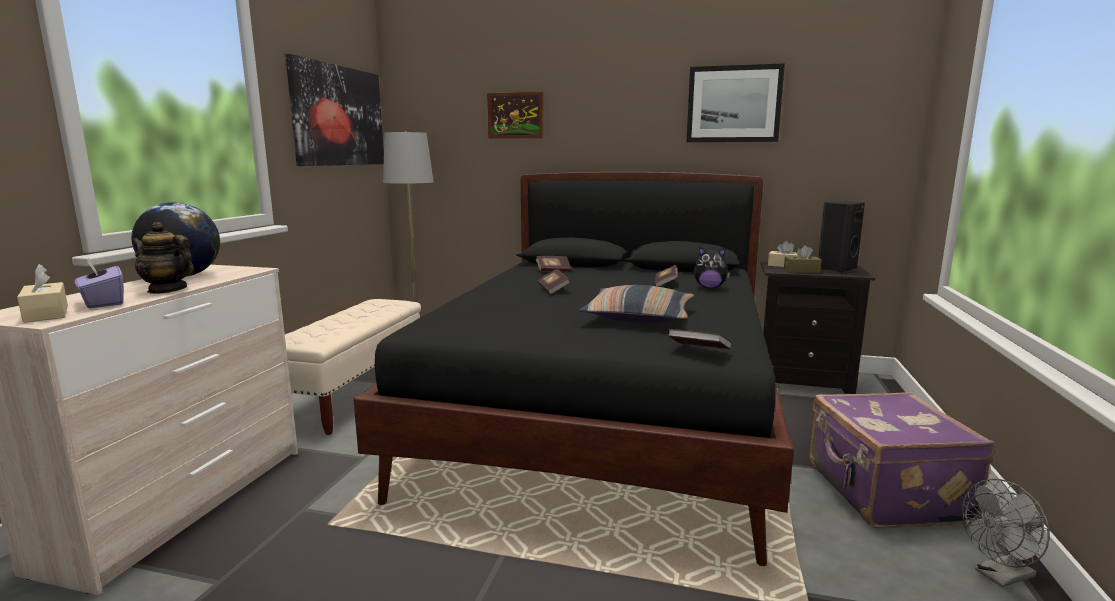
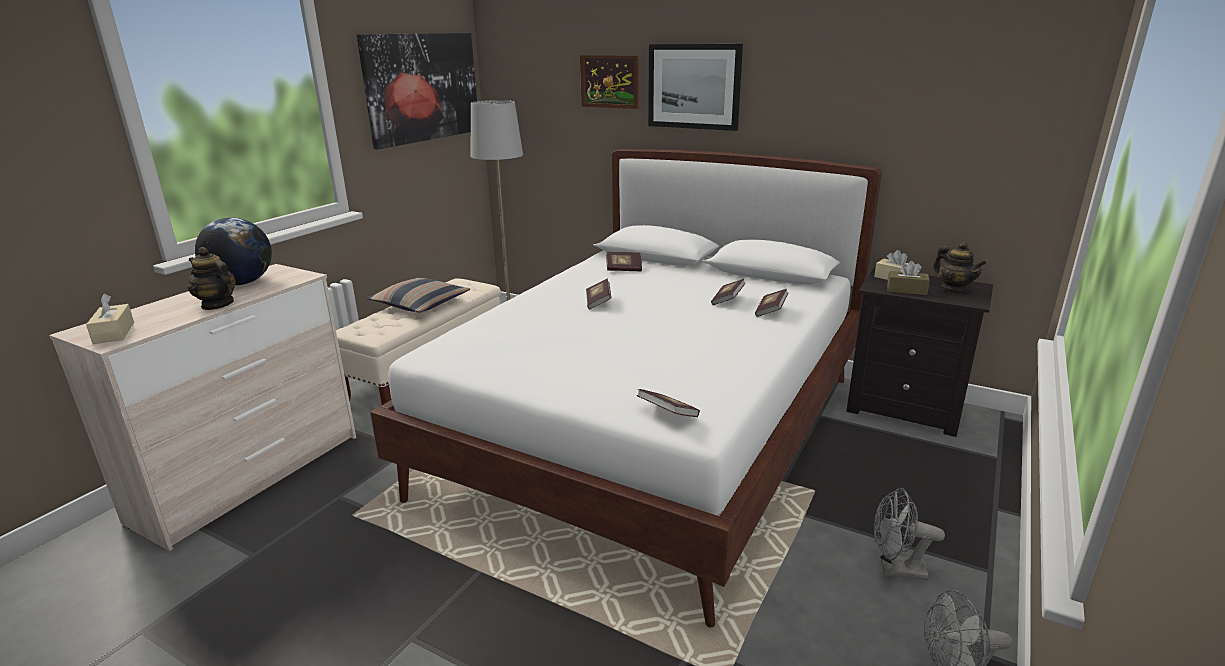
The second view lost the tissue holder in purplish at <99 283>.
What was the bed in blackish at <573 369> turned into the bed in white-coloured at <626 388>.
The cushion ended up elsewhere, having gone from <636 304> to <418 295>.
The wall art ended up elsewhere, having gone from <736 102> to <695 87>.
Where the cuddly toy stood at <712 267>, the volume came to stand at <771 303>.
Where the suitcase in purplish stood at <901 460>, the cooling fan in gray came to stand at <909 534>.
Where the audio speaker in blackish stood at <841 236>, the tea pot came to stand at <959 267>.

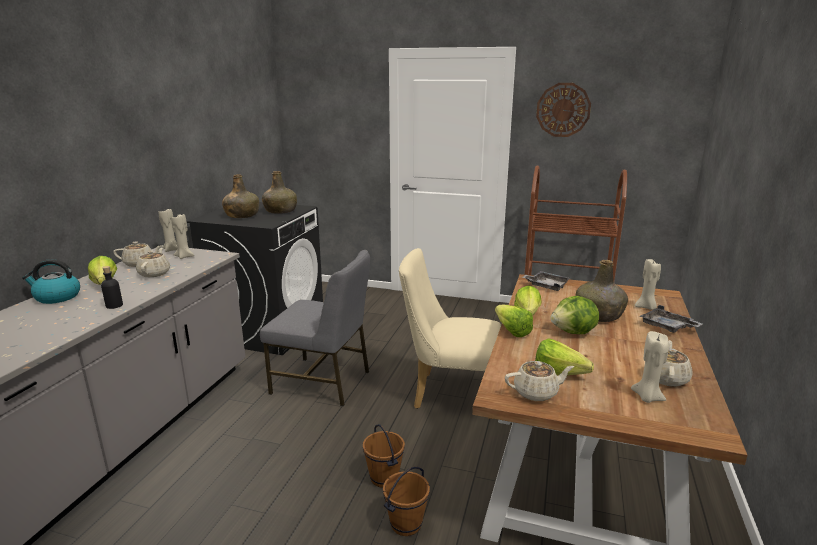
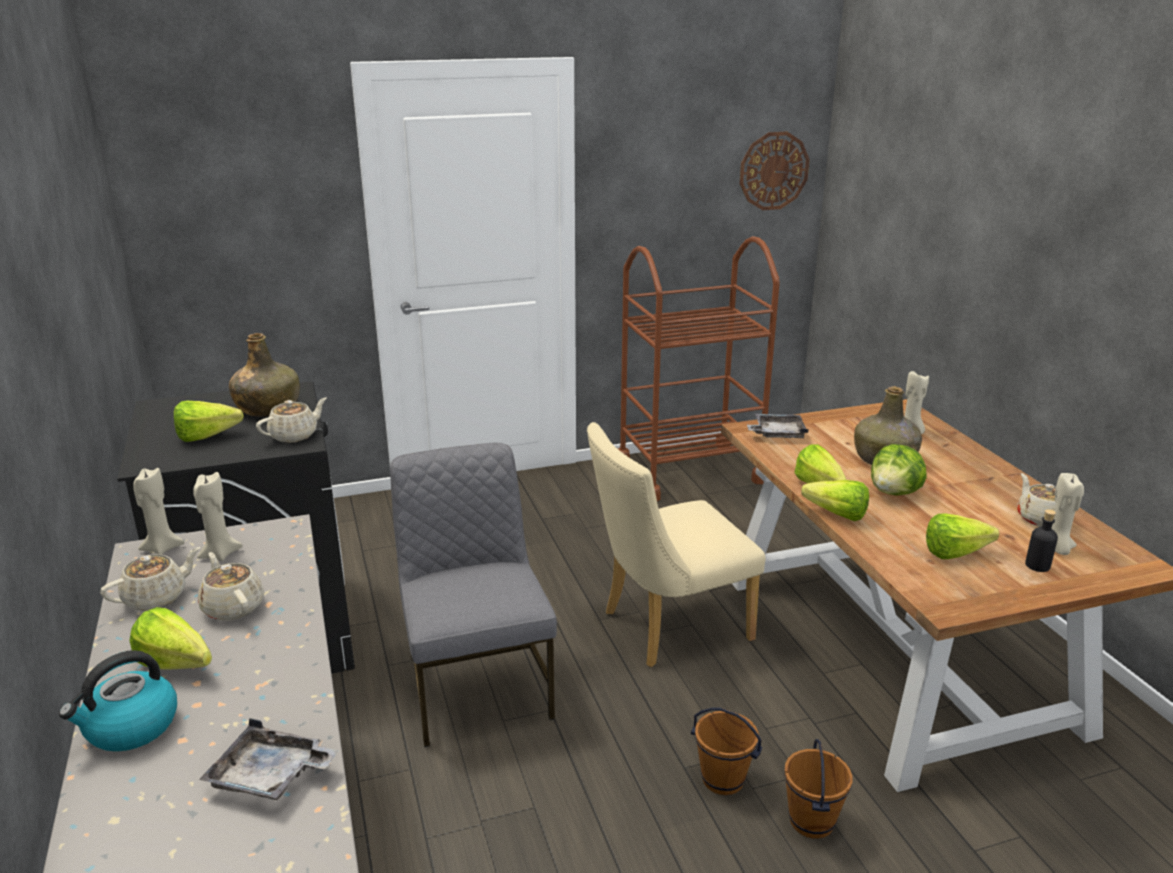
The bottle in blackish ended up elsewhere, having gone from <112 287> to <1041 540>.
Where the bottle in greenish stood at <240 196>, the head of lettuce came to stand at <209 421>.
The plain chair in gray at <315 328> ended up facing another way, 90 degrees counterclockwise from before.
The tea pot in sand-coloured ended up elsewhere, having gone from <539 381> to <291 420>.
The wall clock ended up elsewhere, having gone from <563 110> to <775 171>.
The tray in gray ended up elsewhere, having gone from <671 319> to <269 759>.

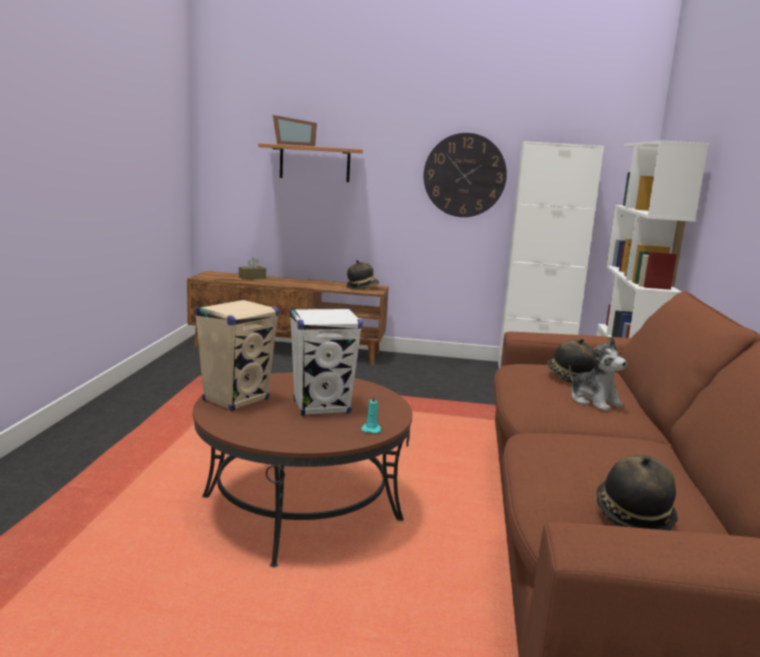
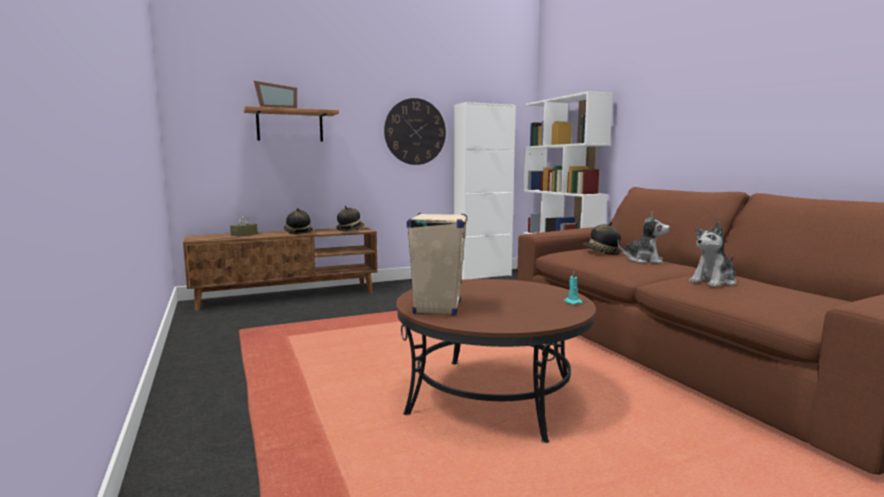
The second view lost the audio speaker in white-coloured at <326 362>.
The wearable hat ended up elsewhere, having gone from <637 492> to <298 221>.
The second view gained the cuddly toy at <712 254>.

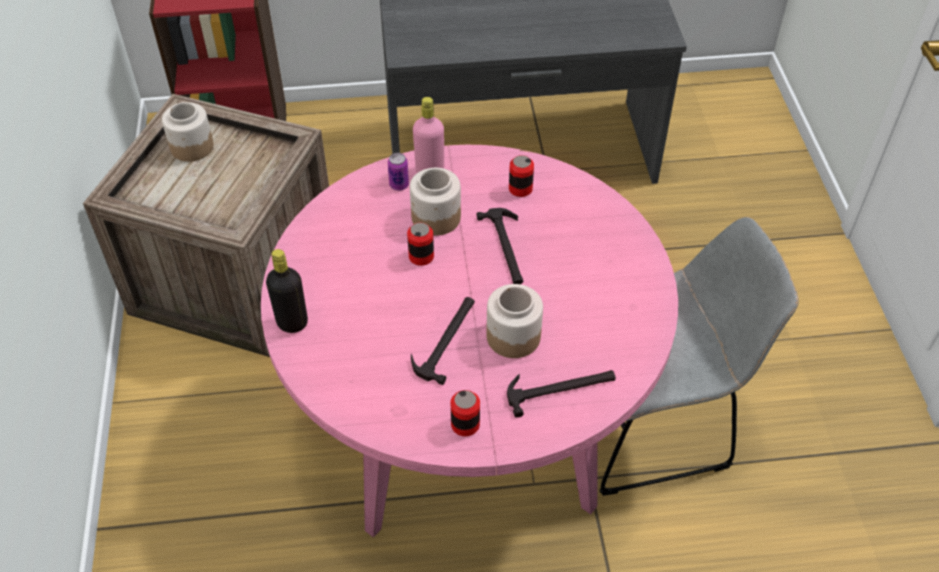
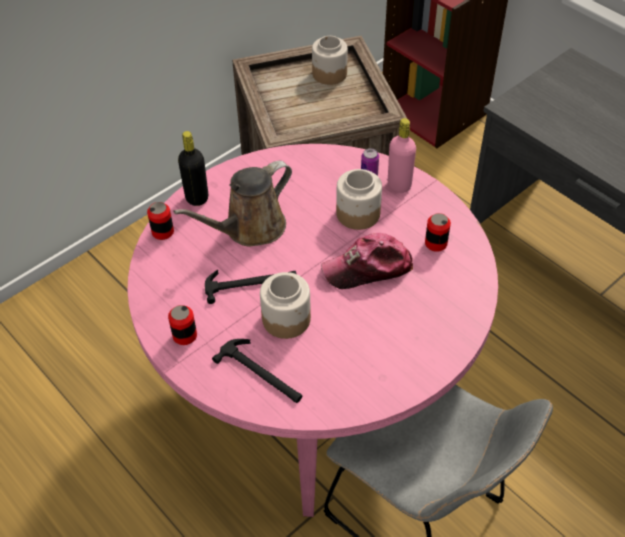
The can ended up elsewhere, having gone from <420 244> to <160 221>.
Where the hammer stood at <500 246>, the baseball cap came to stand at <367 261>.
The second view gained the sprinkling can in brownish at <232 204>.

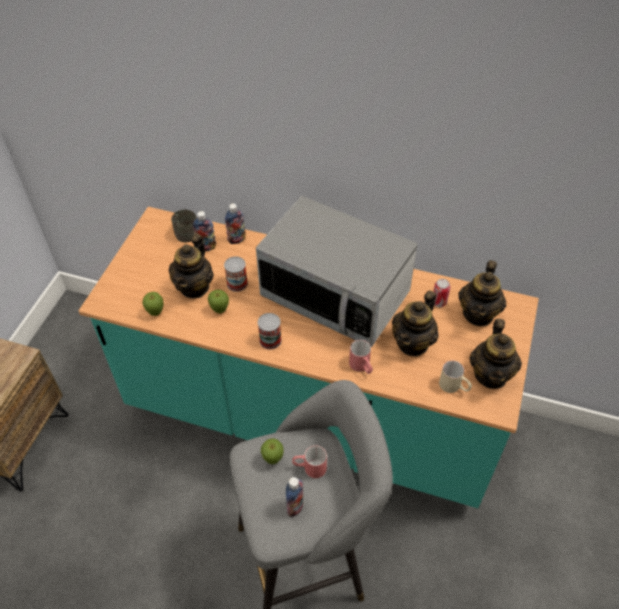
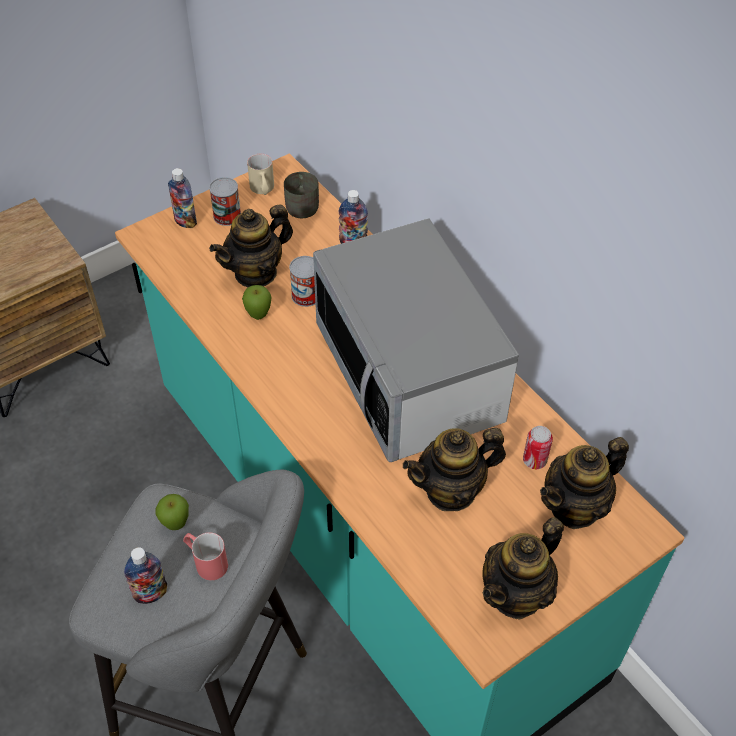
The second view lost the whole apple at <152 304>.
The bottle ended up elsewhere, having gone from <204 231> to <182 198>.
The can ended up elsewhere, having gone from <270 331> to <225 201>.
The second view lost the coffee mug in red-coloured at <361 357>.
The coffee mug in sand-coloured ended up elsewhere, having gone from <455 376> to <260 174>.

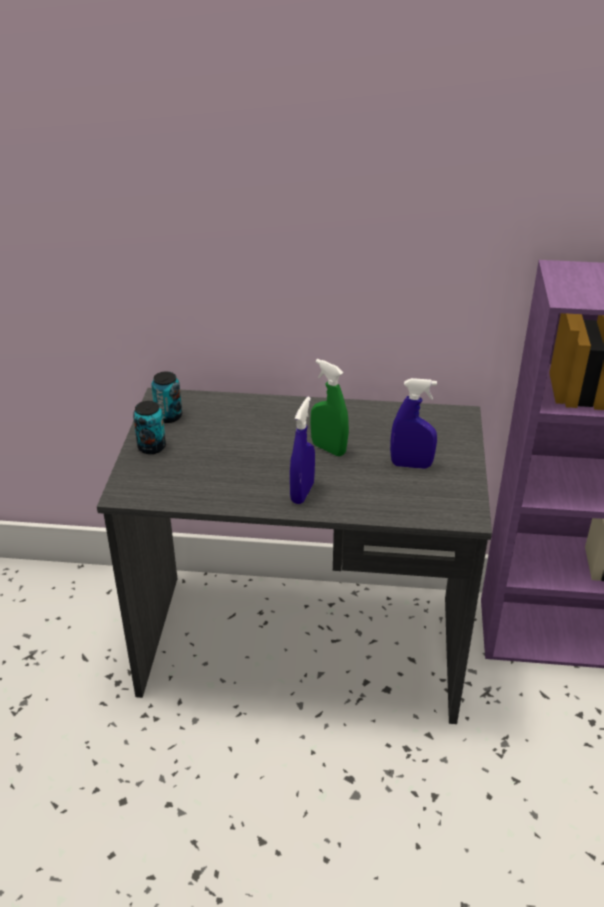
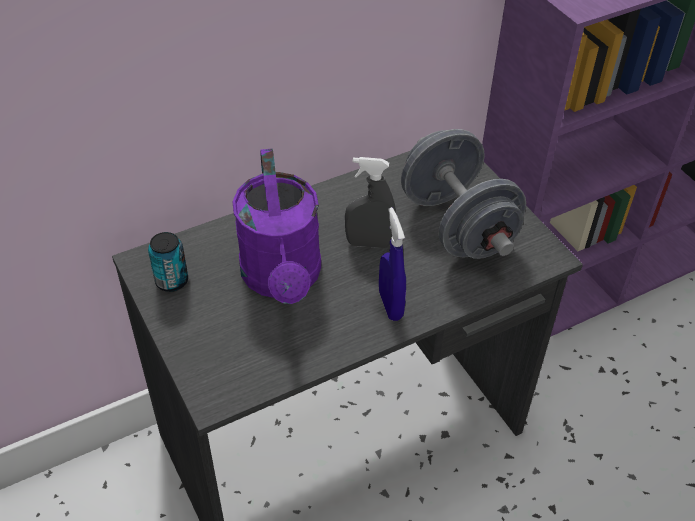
The second view lost the can at <149 427>.
What was the spray bottle in greenish at <329 407> turned into the spray bottle in gray at <370 202>.
Where the spray bottle in blue-coloured stood at <413 423>, the hand weight in gray came to stand at <463 194>.
The second view gained the sprinkling can in purplish at <277 226>.

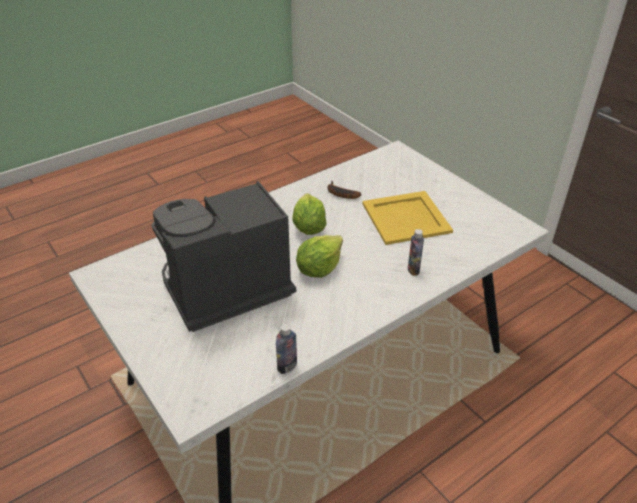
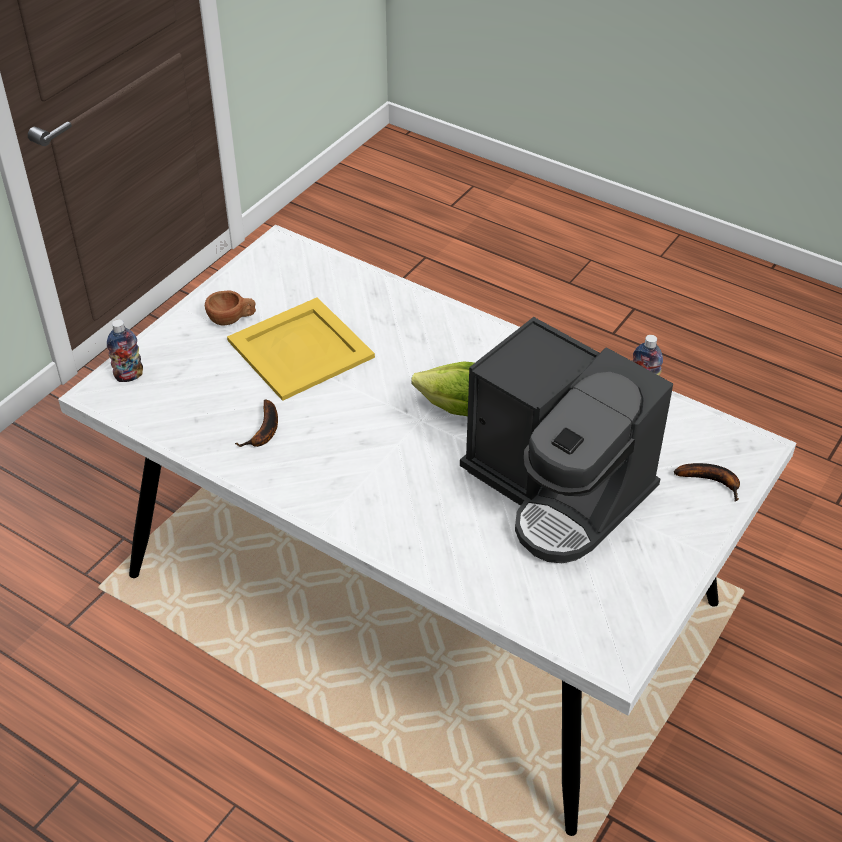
The second view lost the head of lettuce at <309 214>.
The bottle ended up elsewhere, having gone from <416 252> to <125 351>.
The second view gained the small cup in brownish at <230 308>.
The second view gained the whole banana at <707 482>.

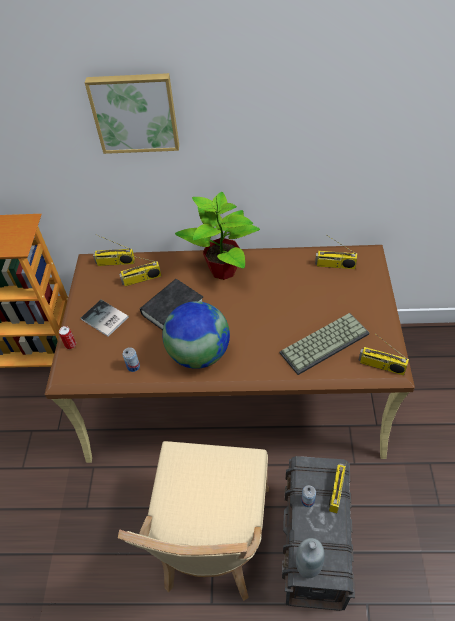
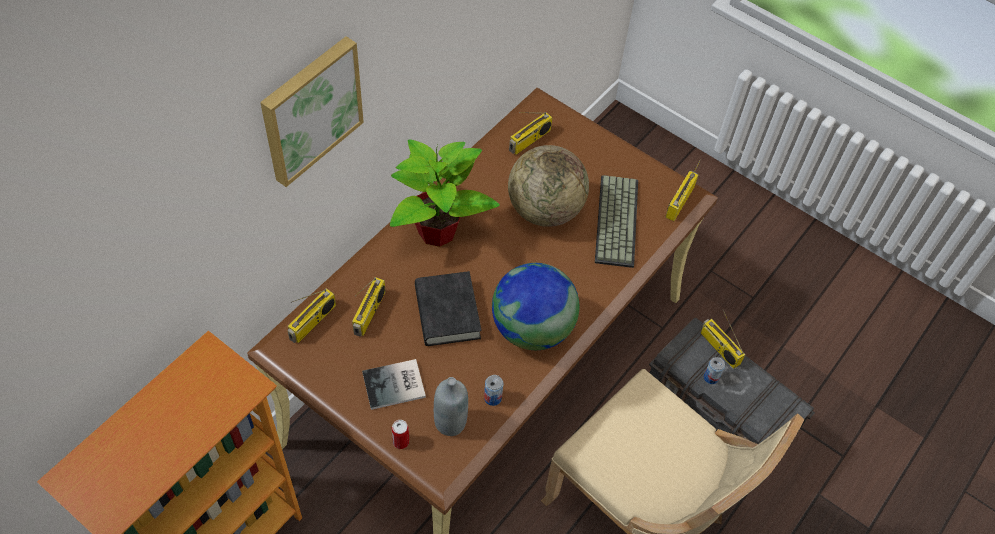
The bottle in gray ended up elsewhere, having gone from <310 558> to <451 406>.
The radio at <384 355> ended up facing another way, 150 degrees clockwise from before.
The second view gained the globe at <548 186>.

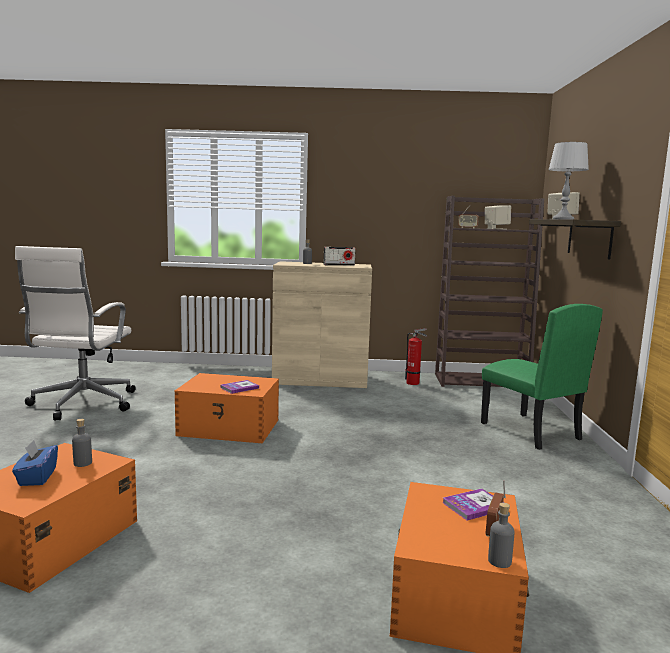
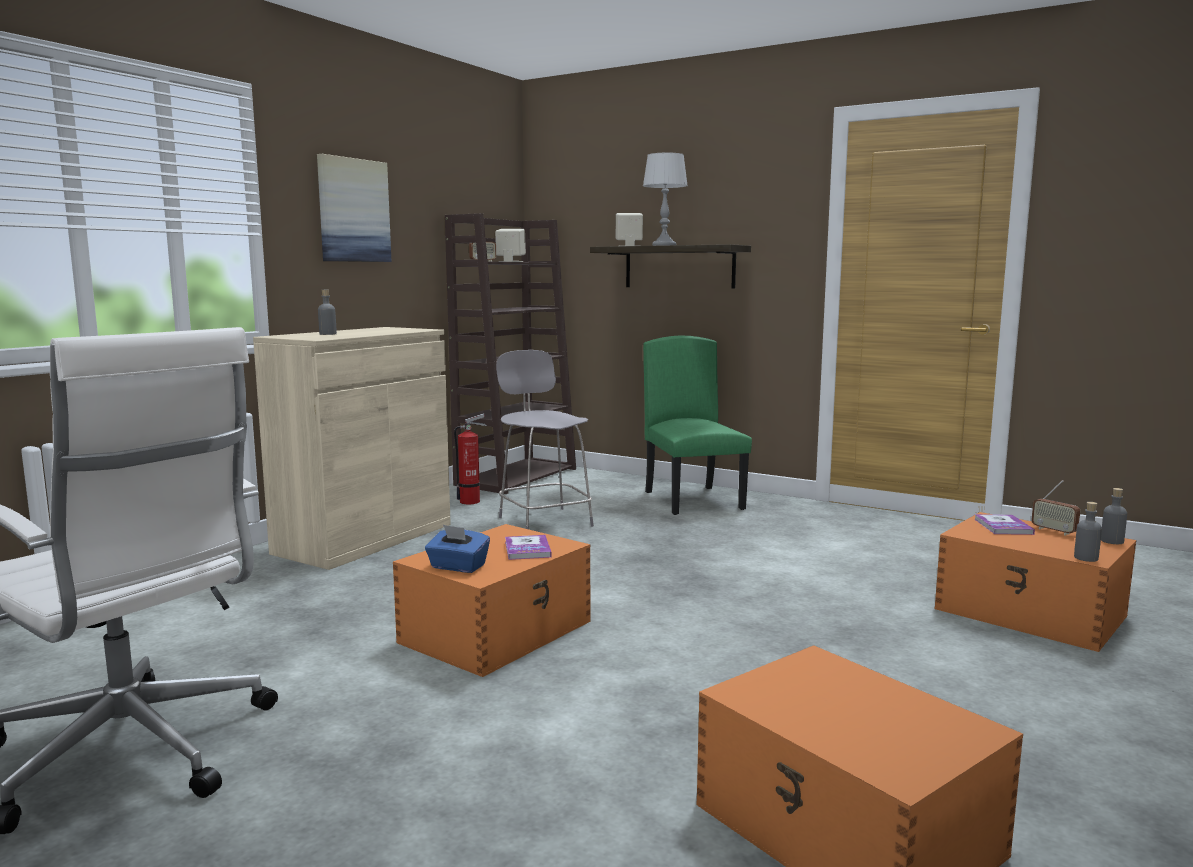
The tissue holder in blue-coloured ended up elsewhere, having gone from <35 463> to <457 549>.
The bottle in gray ended up elsewhere, having gone from <82 443> to <1088 532>.
The second view lost the radio at <339 256>.
The plain chair in greenish at <542 377> ended up facing another way, 105 degrees counterclockwise from before.
The second view gained the wall art at <354 208>.
The second view gained the plain chair in gray at <545 439>.

